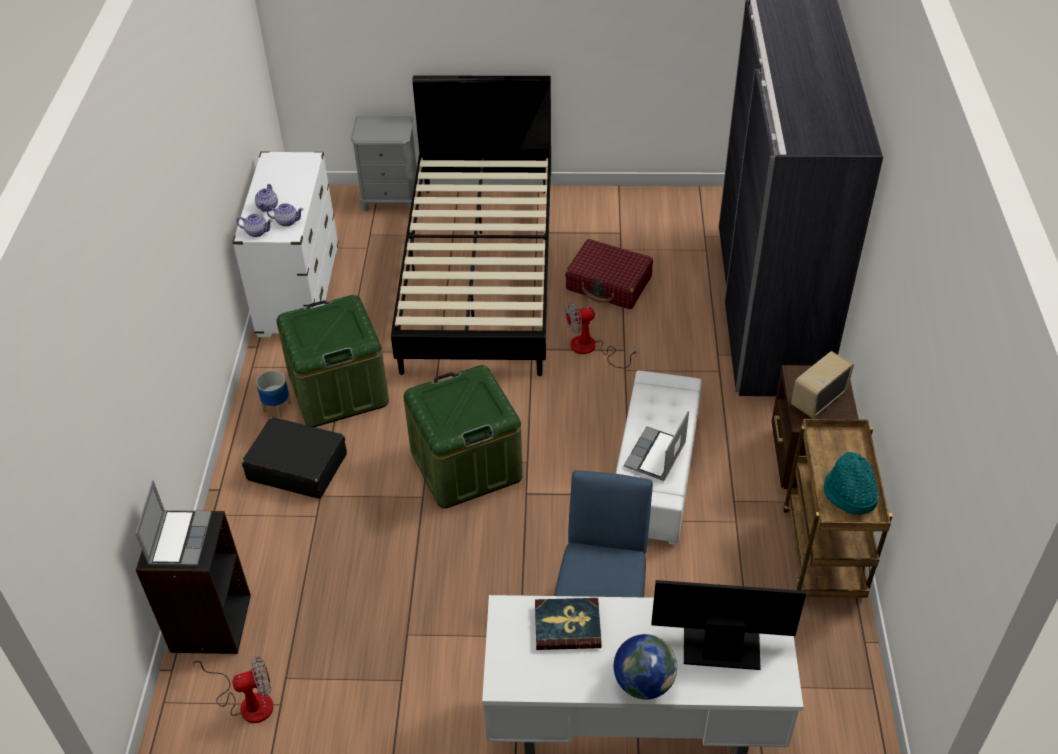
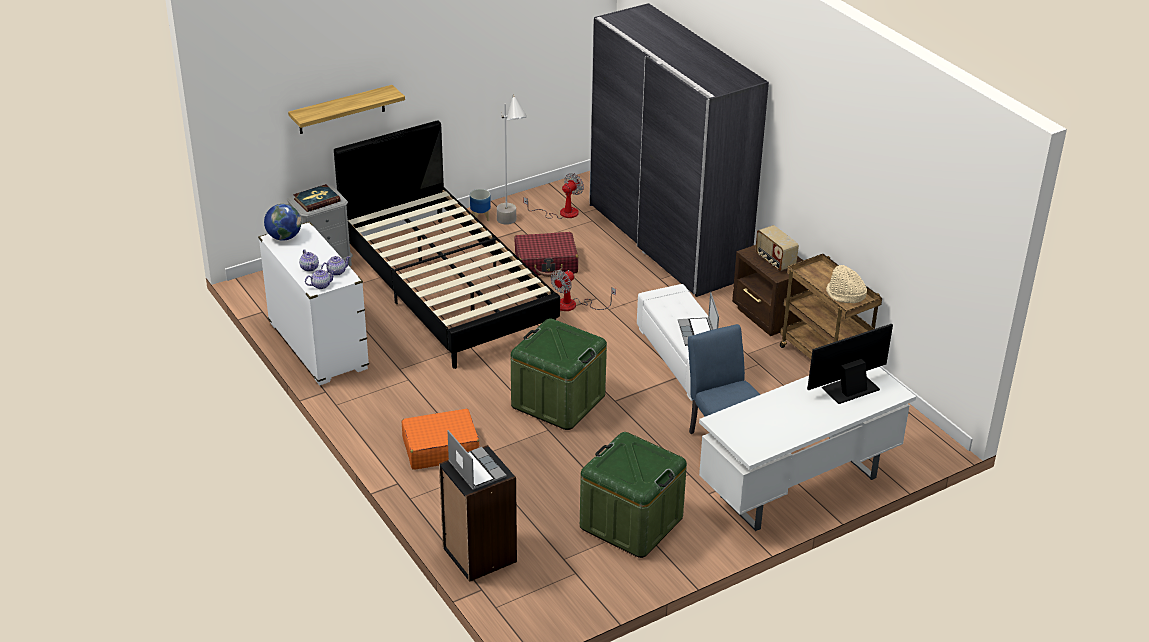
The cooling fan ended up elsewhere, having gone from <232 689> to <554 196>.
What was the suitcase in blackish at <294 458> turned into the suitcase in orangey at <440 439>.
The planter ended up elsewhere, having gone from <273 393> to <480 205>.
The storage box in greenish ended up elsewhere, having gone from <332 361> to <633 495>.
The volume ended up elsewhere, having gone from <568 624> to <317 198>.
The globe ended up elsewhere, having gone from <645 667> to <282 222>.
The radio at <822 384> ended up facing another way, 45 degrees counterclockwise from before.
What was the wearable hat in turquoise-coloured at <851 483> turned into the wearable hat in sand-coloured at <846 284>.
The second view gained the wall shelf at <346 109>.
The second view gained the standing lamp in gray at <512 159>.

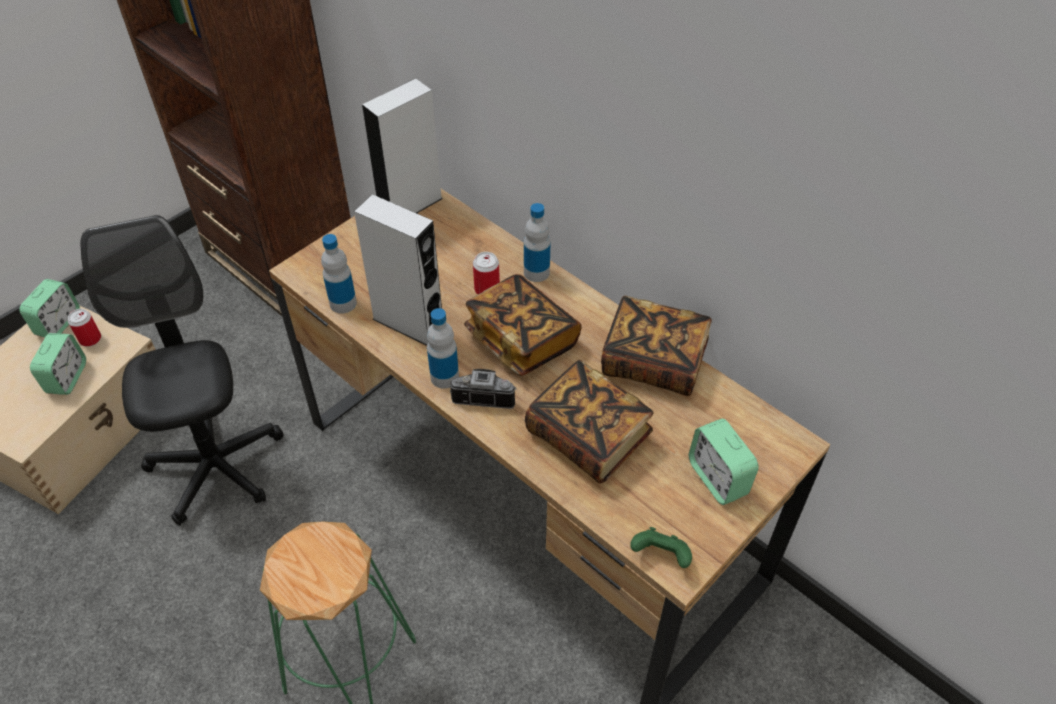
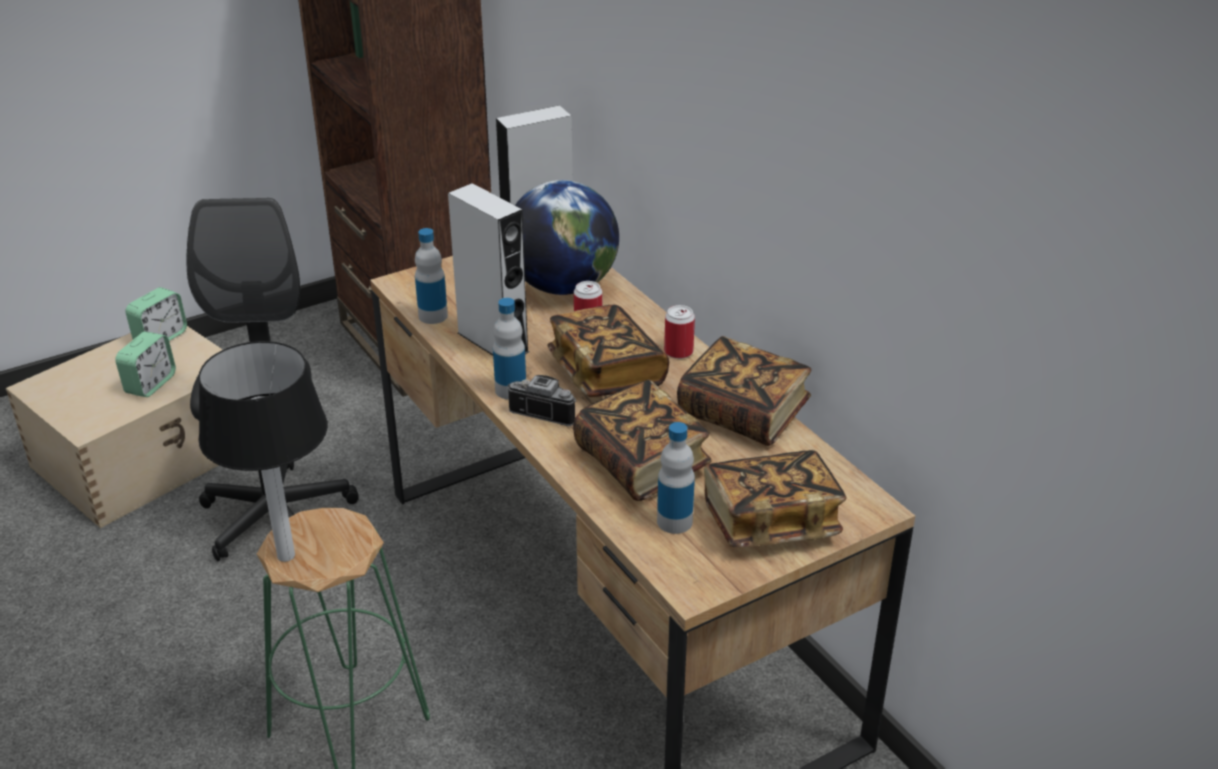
The can ended up elsewhere, having gone from <84 328> to <679 332>.
The bottle ended up elsewhere, having gone from <537 242> to <676 478>.
The second view lost the gamepad in greenish at <661 547>.
Where the table clock stood at <724 462>, the volume came to stand at <775 498>.
The second view gained the table lamp at <263 451>.
The second view gained the globe at <567 237>.

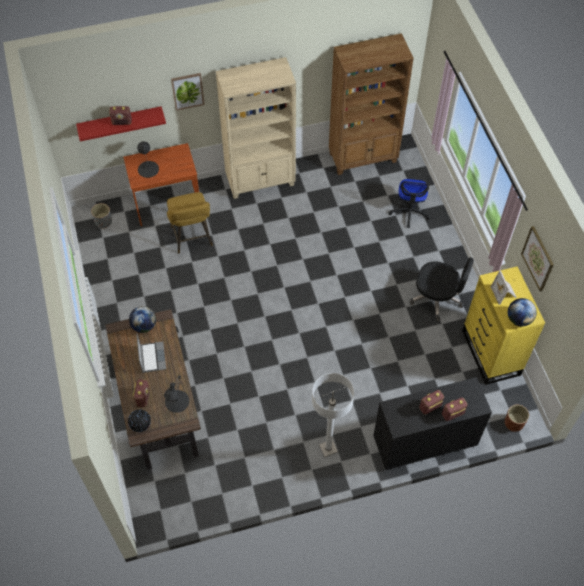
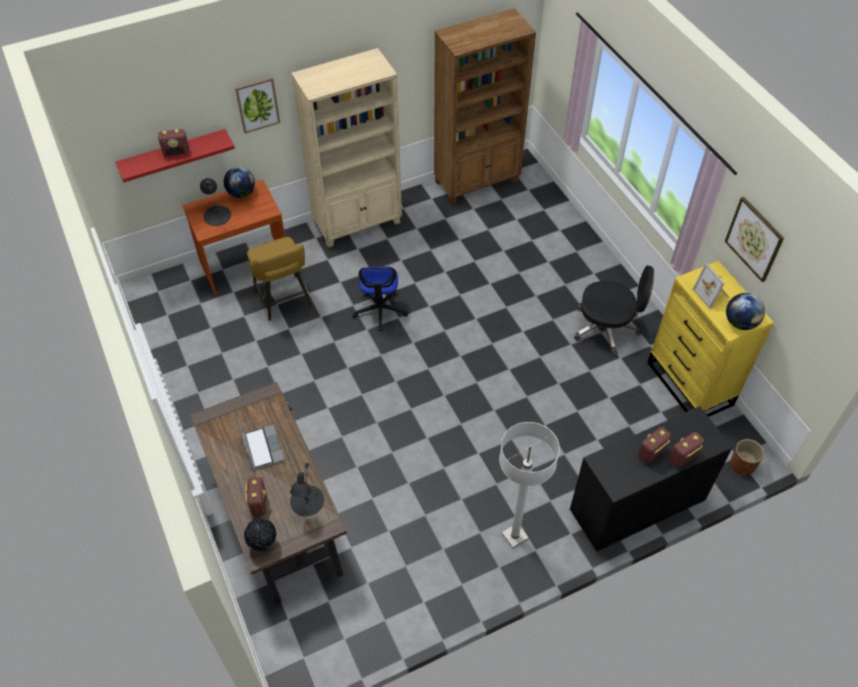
The second view lost the planter in gray at <101 216>.
The globe ended up elsewhere, having gone from <142 319> to <239 182>.
The computer chair ended up elsewhere, having gone from <409 203> to <380 298>.

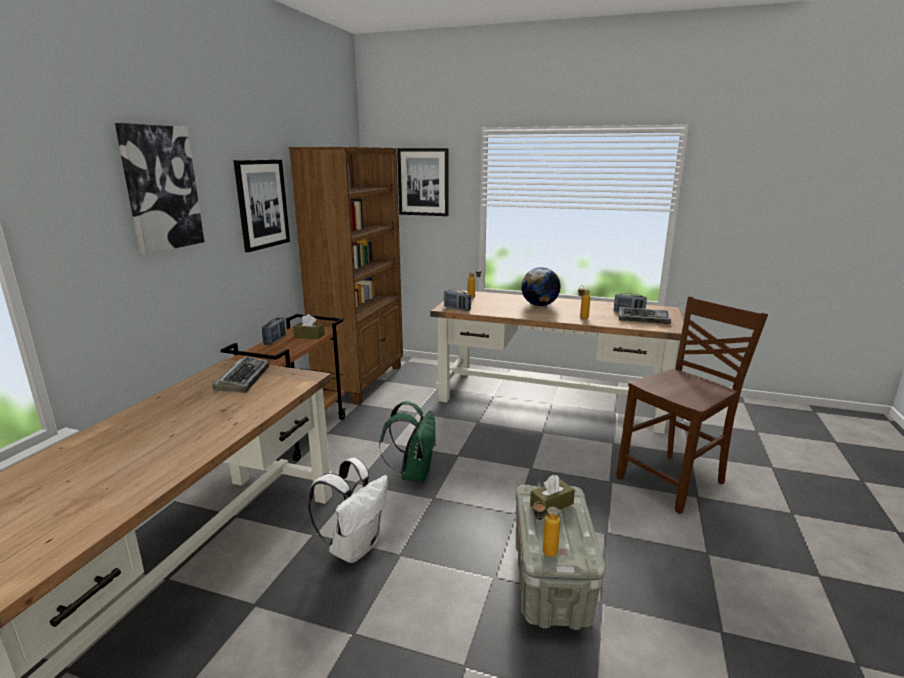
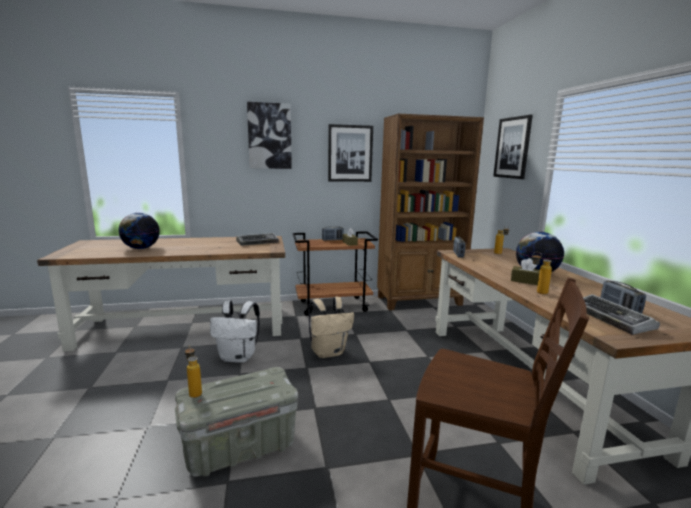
What was the knapsack in greenish at <407 441> turned into the knapsack in sand-coloured at <331 327>.
The tissue holder in brownish ended up elsewhere, having gone from <552 495> to <525 271>.
The second view gained the globe at <139 231>.

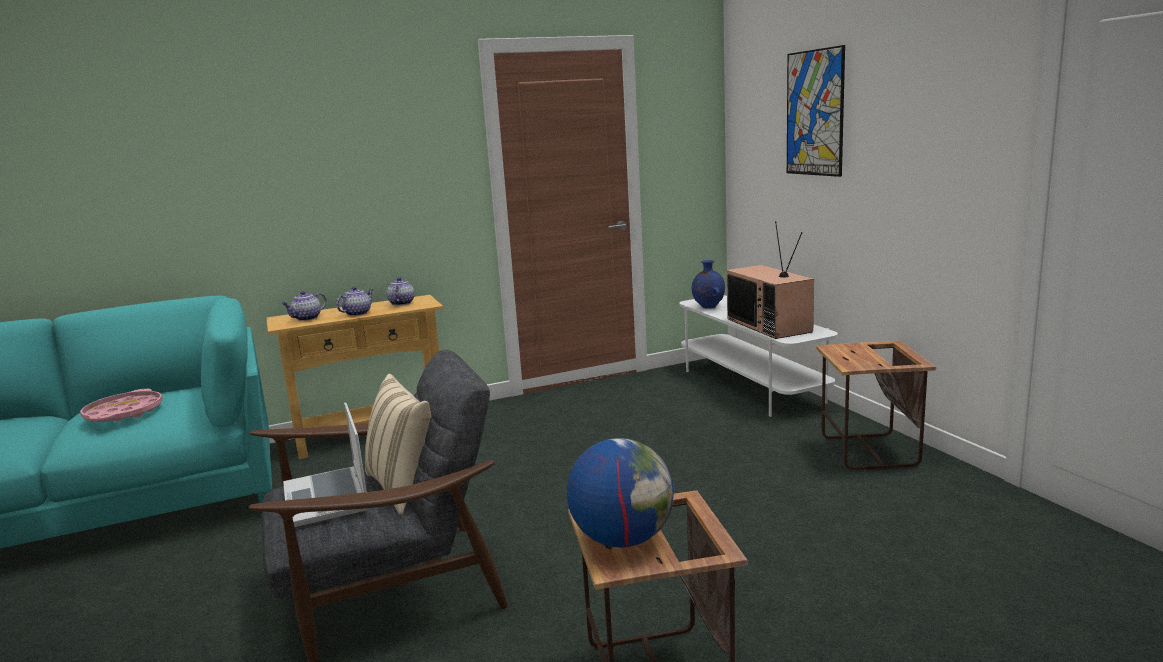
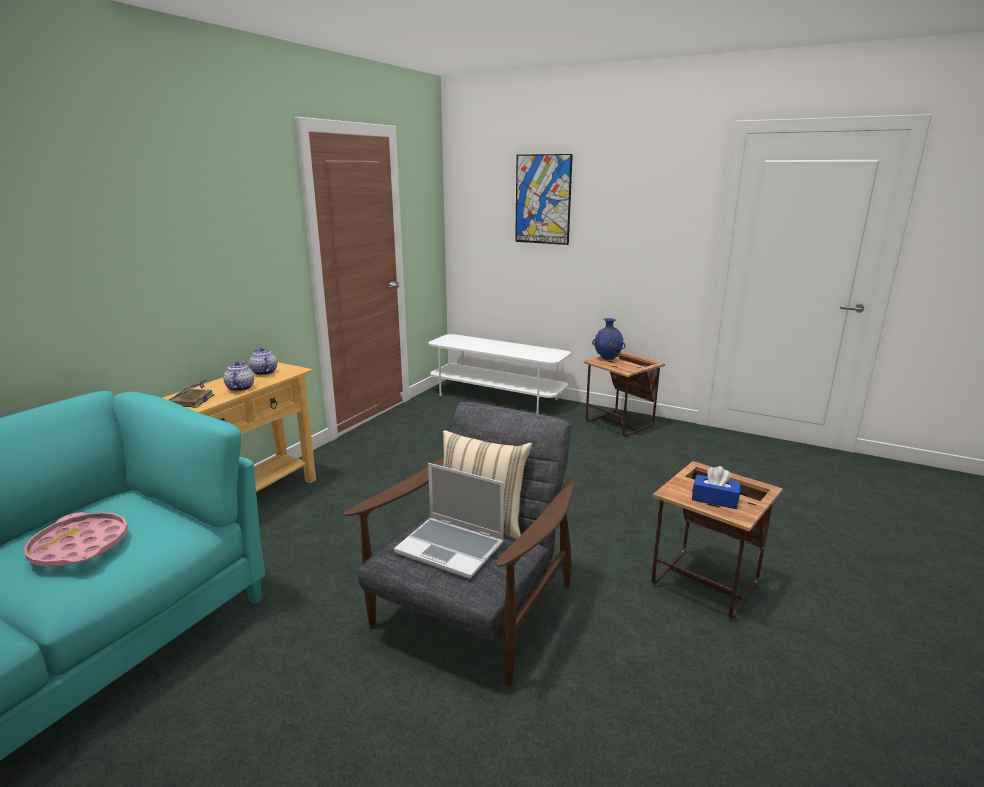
Where the tea pot stood at <304 306>, the volume came to stand at <191 392>.
Where the globe stood at <620 493>, the tissue holder in blue-coloured came to stand at <716 487>.
The flower vase in blue-coloured ended up elsewhere, having gone from <708 284> to <609 339>.
The second view lost the television at <770 280>.

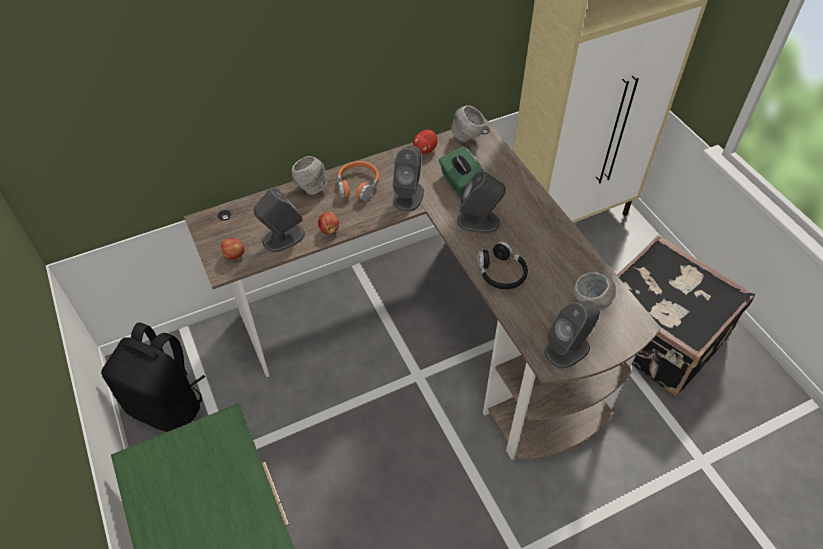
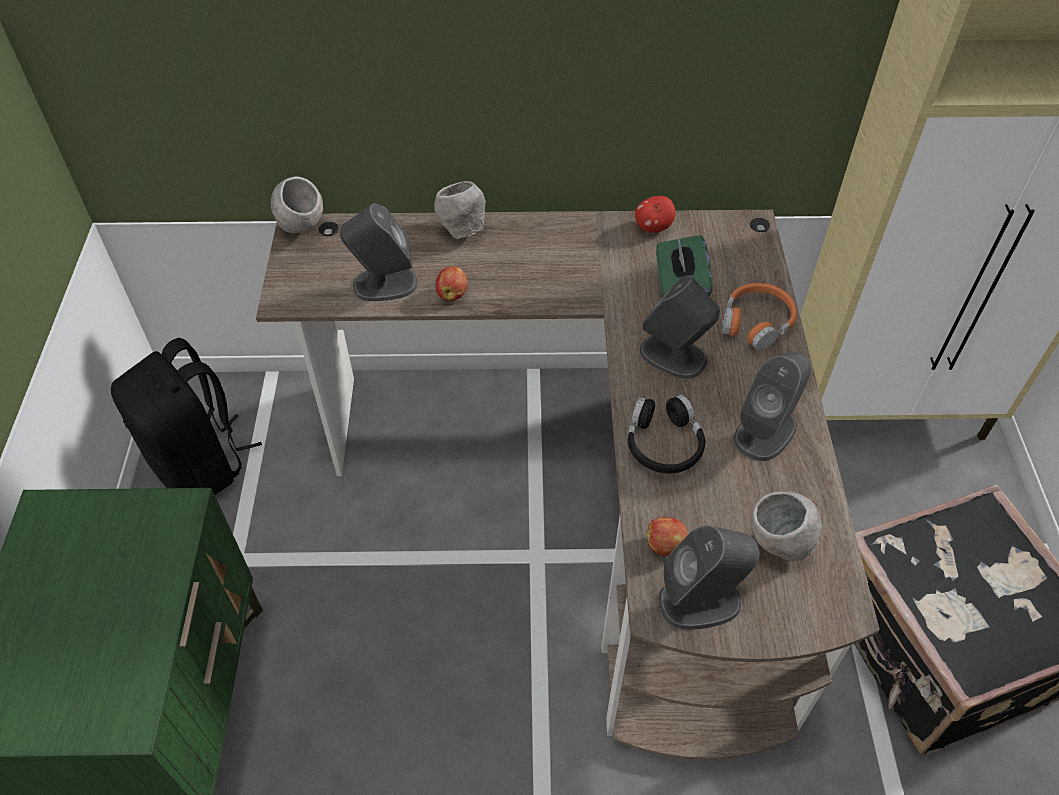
The whole apple ended up elsewhere, having gone from <233 249> to <668 536>.
The headset in orangey ended up elsewhere, having gone from <358 181> to <759 317>.
The audio speaker in gray ended up elsewhere, having gone from <408 179> to <772 406>.
The bowl in gray ended up elsewhere, having gone from <468 123> to <297 205>.

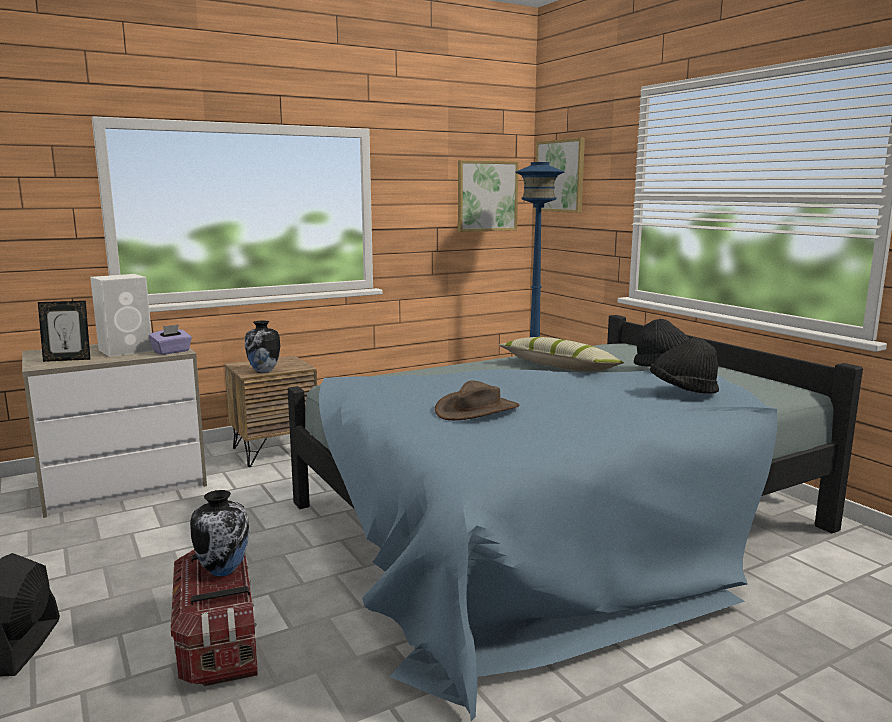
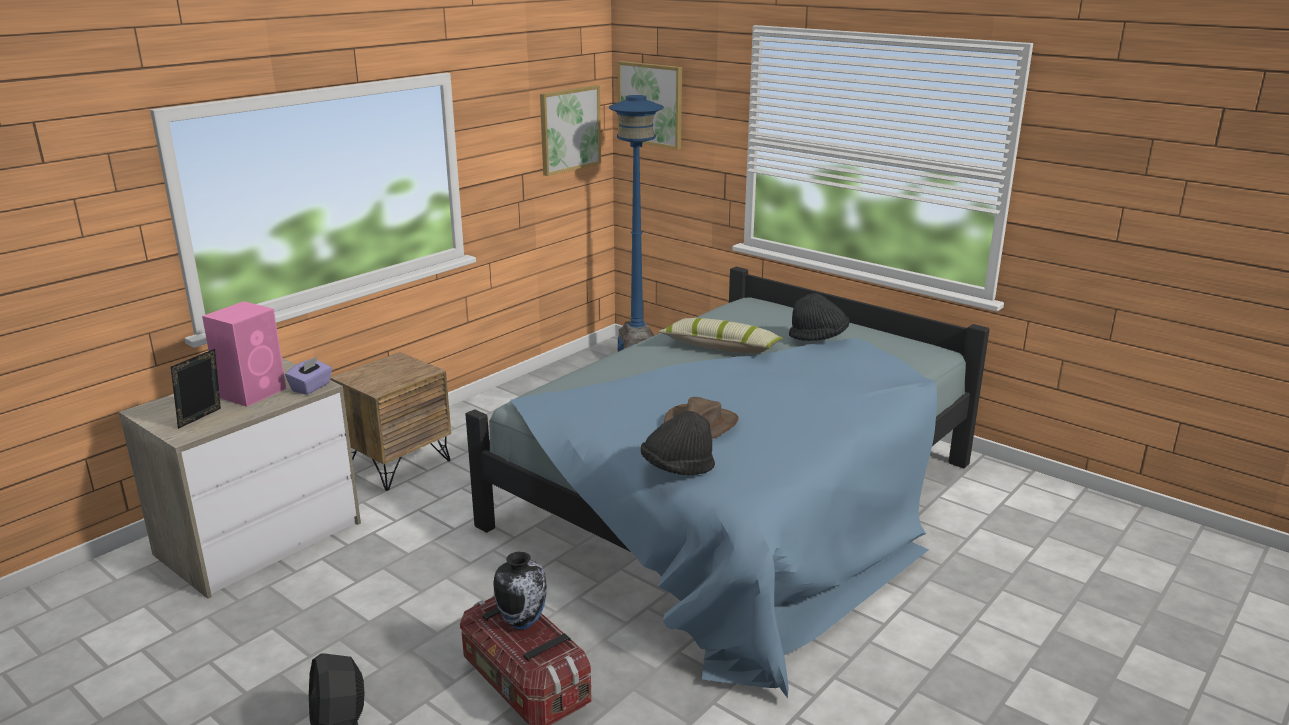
The photo frame at <64 331> ended up facing another way, 150 degrees clockwise from before.
What was the audio speaker in white-coloured at <121 315> turned into the audio speaker in pink at <244 354>.
The second view lost the flower vase at <262 347>.
The wearable hat in blackish ended up elsewhere, having gone from <684 365> to <678 443>.

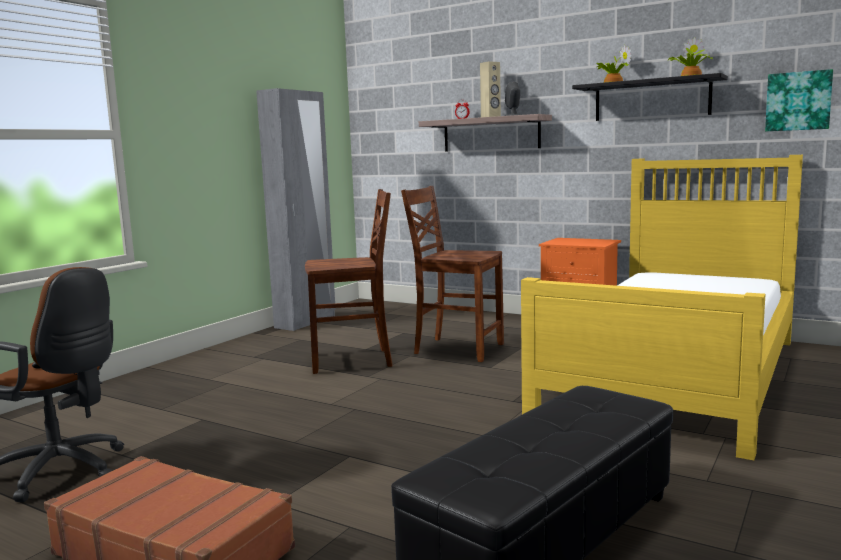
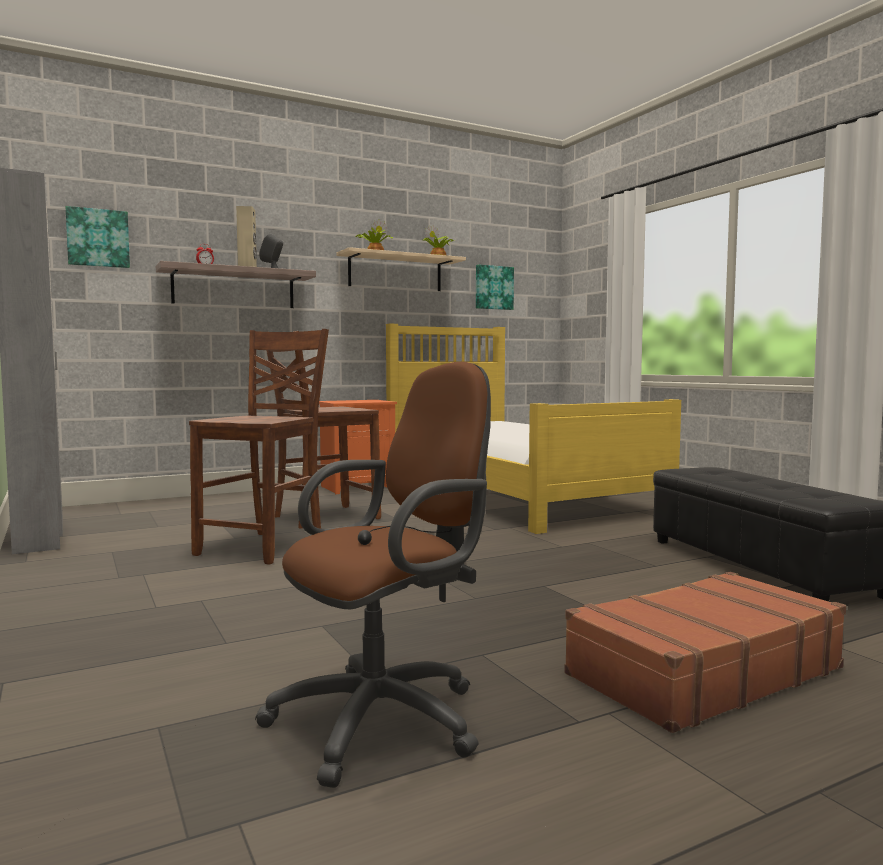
What was the wall shelf in blackish at <650 97> turned into the wall shelf in sand-coloured at <401 269>.
The second view gained the wall art at <98 237>.

